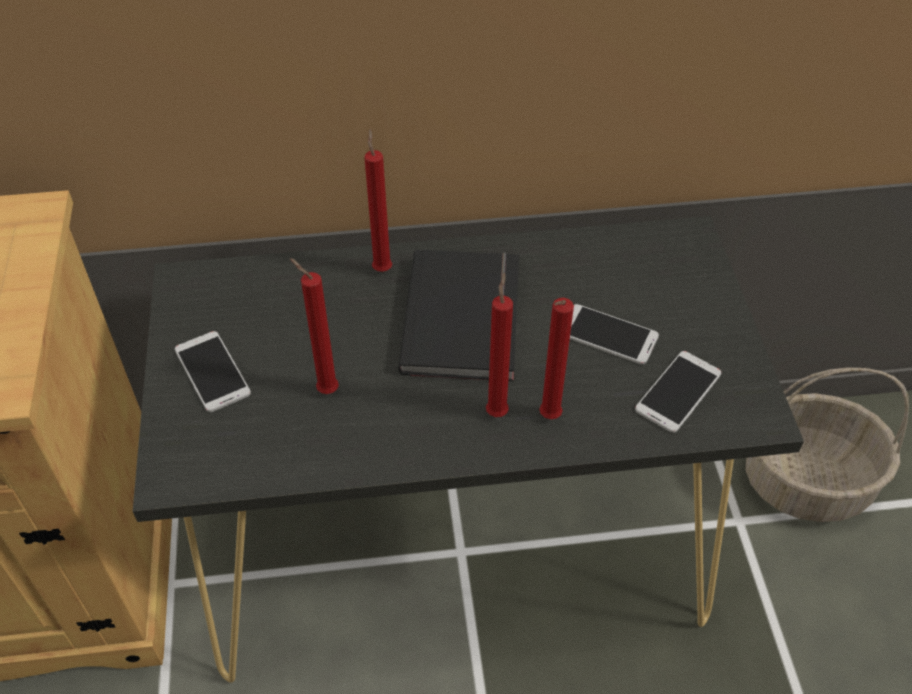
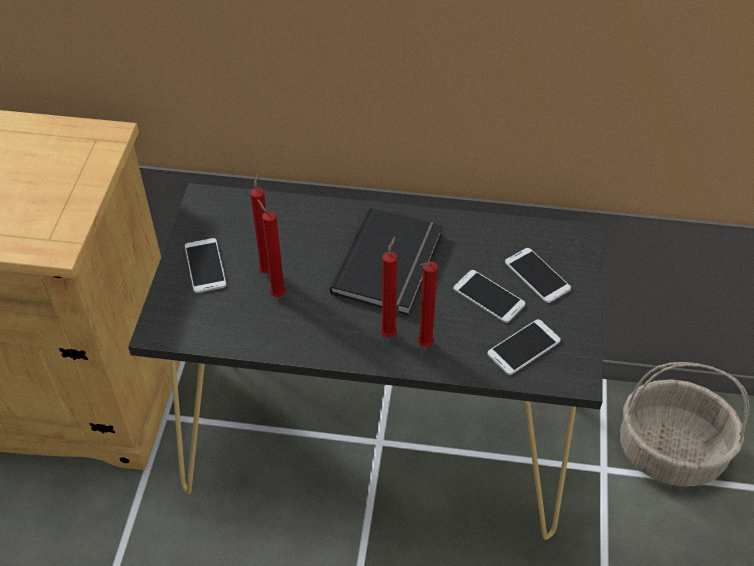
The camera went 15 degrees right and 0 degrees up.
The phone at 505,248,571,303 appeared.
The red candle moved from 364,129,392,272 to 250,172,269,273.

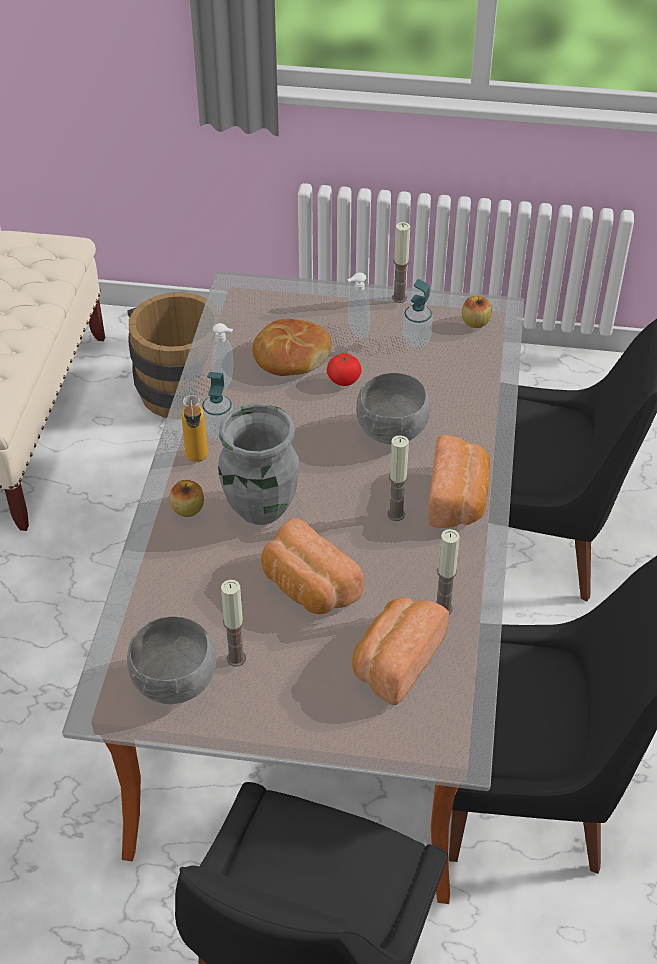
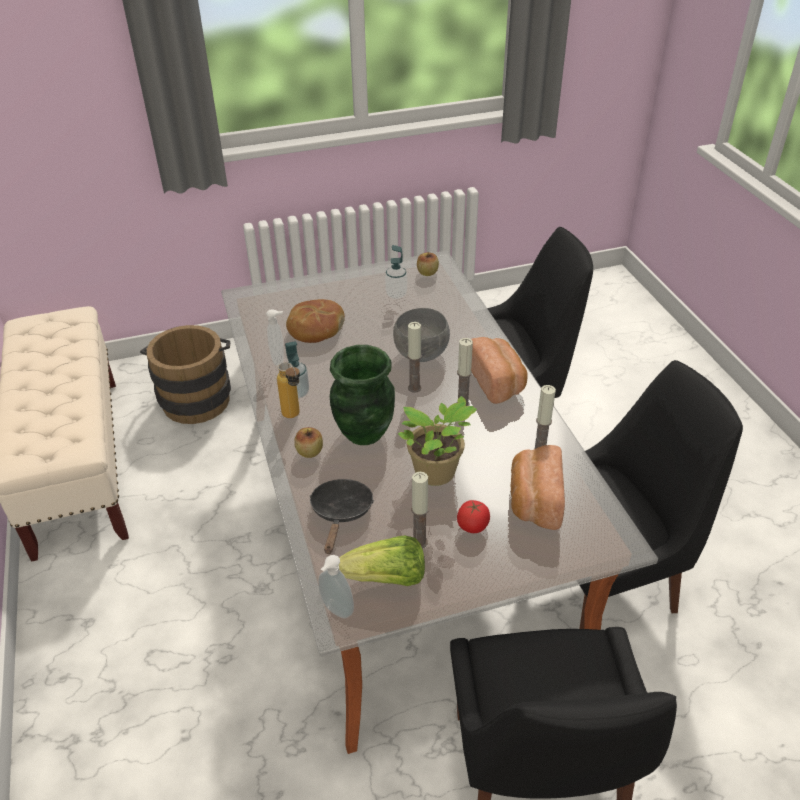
The camera went 25 degrees left and 5 degrees down.
The black frying pan at 310,479,374,554 appeared.
The tomato moved from 327,353,362,386 to 457,500,490,533.
The soap dispenser moved from 347,273,370,339 to 318,555,354,618.
The candle moved from 392,222,410,303 to 408,322,422,393.
The grey bowl at 127,616,216,704 was replaced by the lettuce at 339,535,425,586.
The bread at 262,518,364,614 was replaced by the potted plant at 398,396,477,486.
The grey vase at 218,403,299,525 became the green vase at 330,345,395,445.

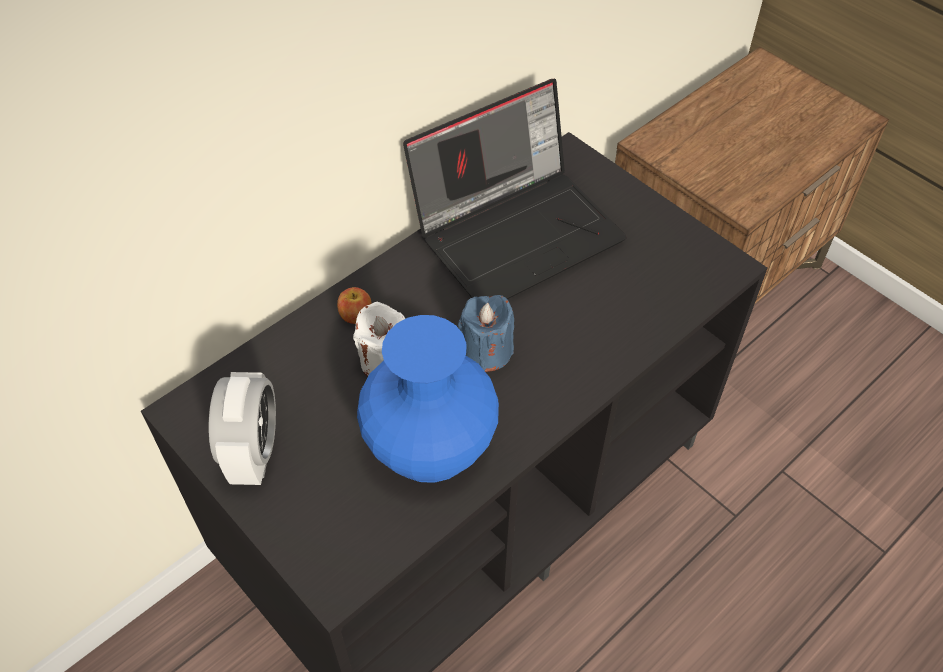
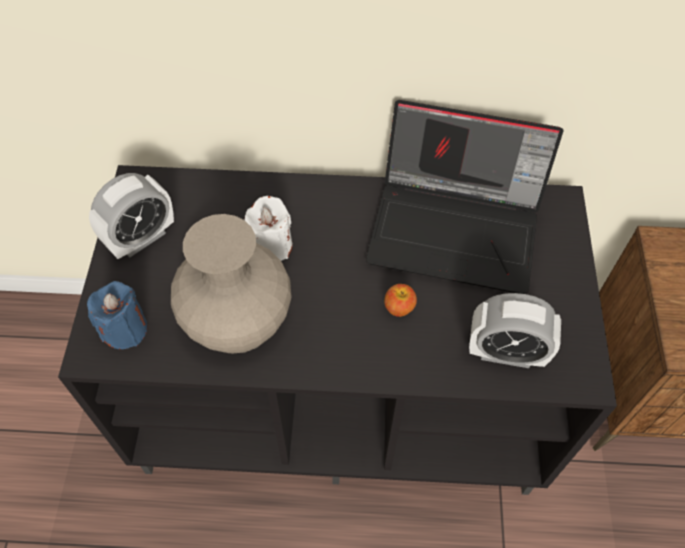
The camera went 45 degrees right and 5 degrees up.
The alarm clock at 469,293,561,368 appeared.
The apple moved from 337,287,372,324 to 384,284,417,317.
The blue candle moved from 458,295,514,372 to 87,281,147,349.
The blue vase at 357,315,499,483 became the beige vase at 171,214,292,354.

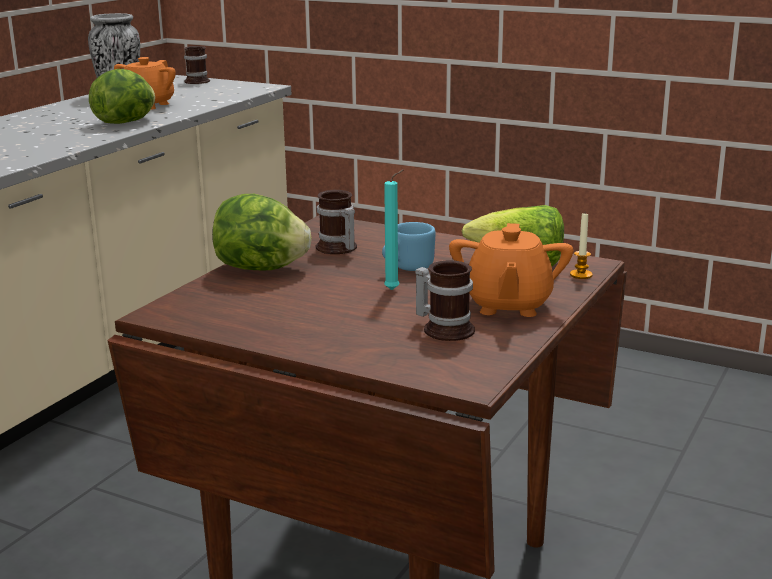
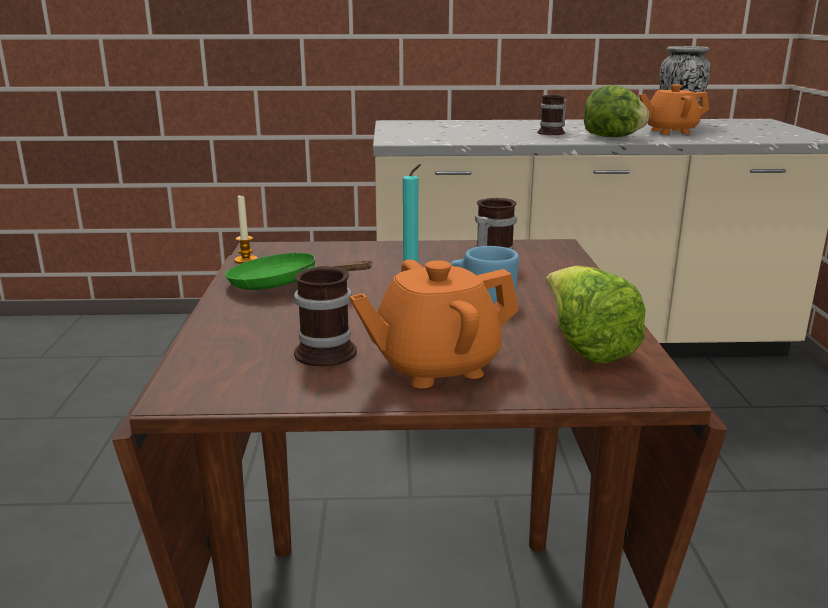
The camera went 60 degrees right and 0 degrees up.
The lettuce at 212,194,312,271 disappeared.
The green frying pan at 225,252,373,290 appeared.
The mug moved from 184,46,210,84 to 537,95,567,135.
The candle moved from 570,213,593,279 to 234,195,258,264.

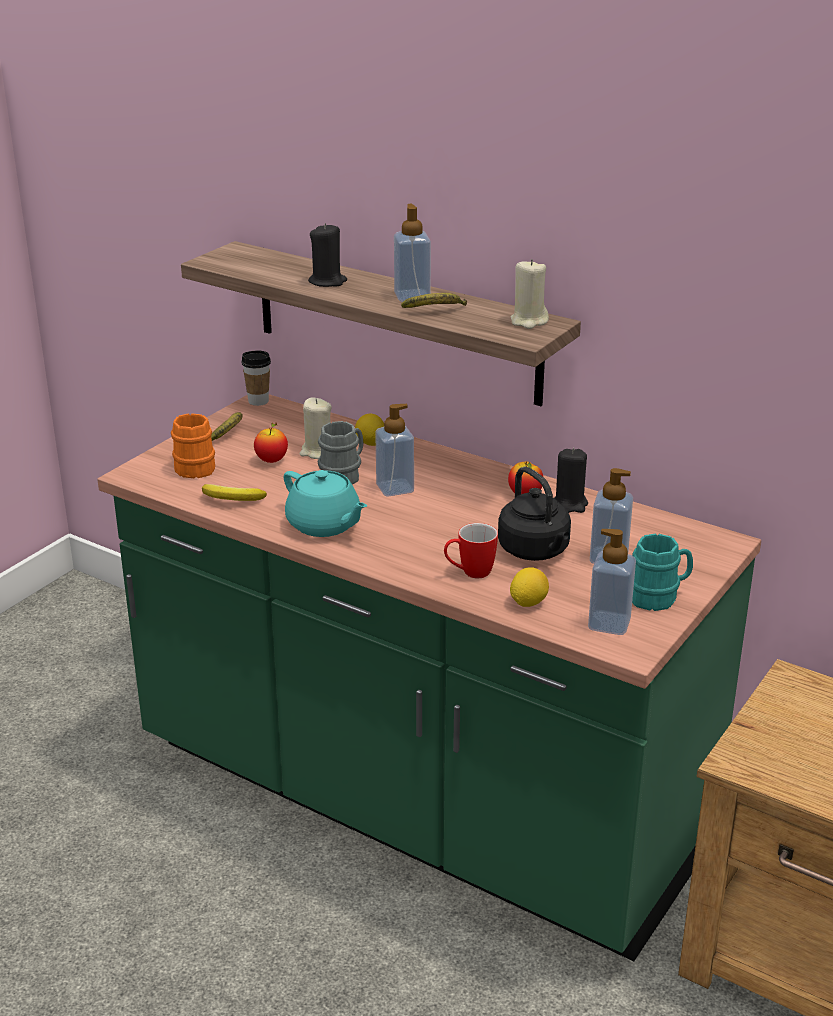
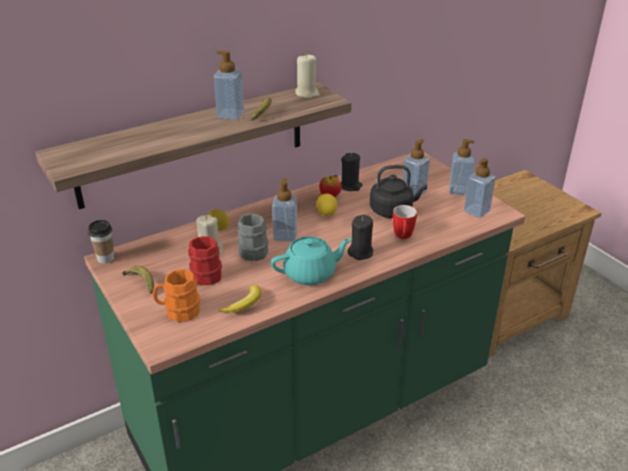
The camera went 65 degrees left and 5 degrees up.
The black candle moved from 308,223,347,287 to 347,215,373,260.
The lemon moved from 510,567,549,607 to 316,193,337,216.
The apple at 254,423,288,463 was replaced by the red mug at 188,236,222,285.
The turquoise mug at 632,534,693,611 was replaced by the soap dispenser at 449,139,475,196.

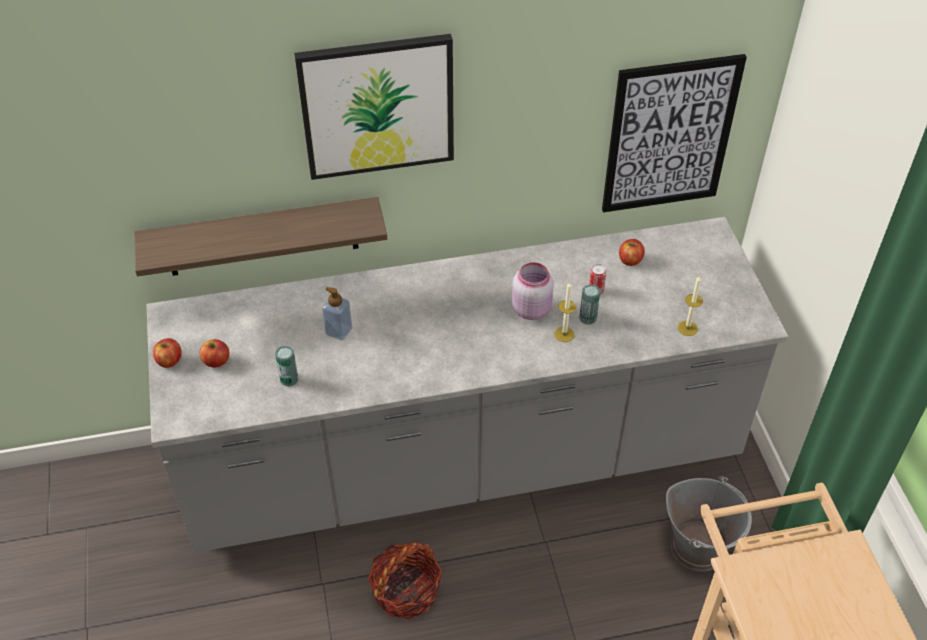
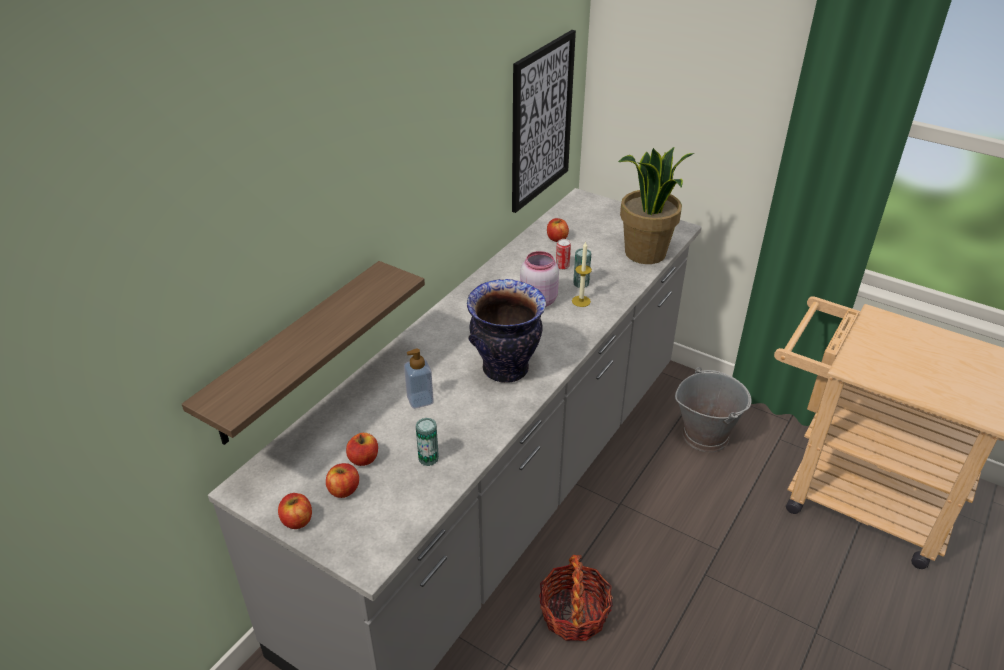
The camera went 45 degrees left and 10 degrees down.
The picture at 294,34,454,180 disappeared.
The apple at 346,433,378,466 appeared.
The vase at 467,279,546,383 appeared.
The candle at 678,276,703,336 was replaced by the potted plant at 618,147,694,264.

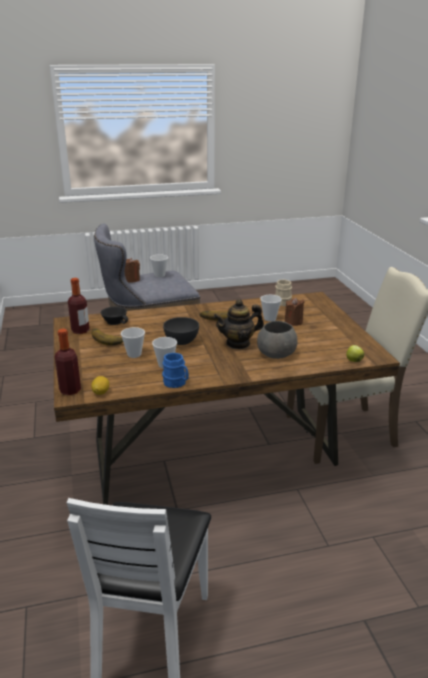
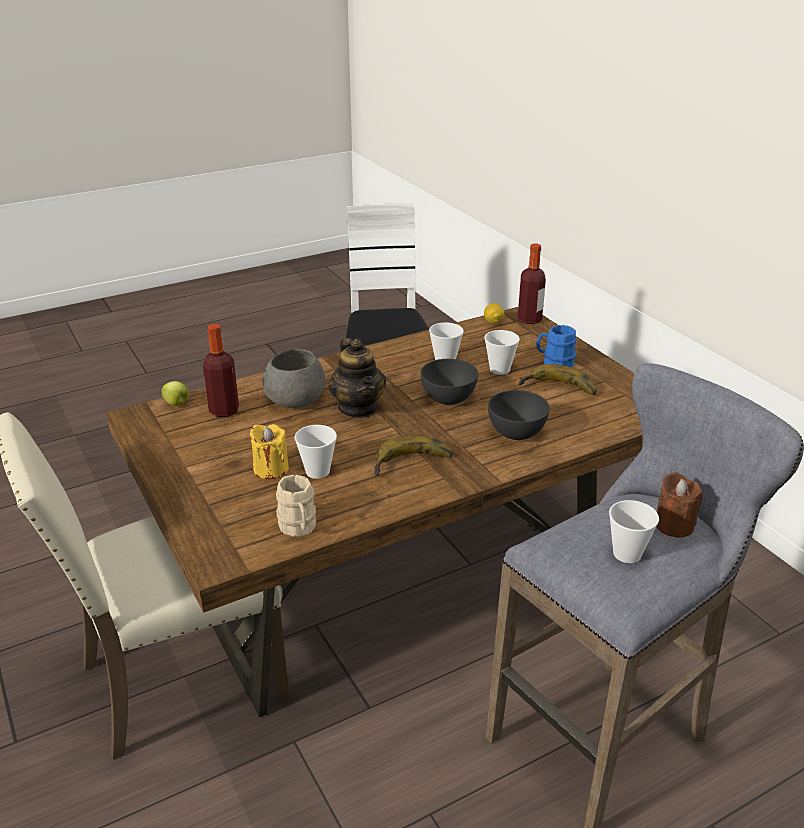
The camera went 165 degrees right and 5 degrees up.
The black cup at 101,306,128,325 disappeared.
The grey bowl at 488,390,550,440 appeared.
The bottle moved from 68,278,90,334 to 203,324,239,417.
The blue mug moved from 162,353,189,388 to 536,325,577,368.
The brown candle at 285,298,304,326 became the yellow candle at 249,424,289,479.
The teapot at 214,299,264,349 turned 105 degrees clockwise.

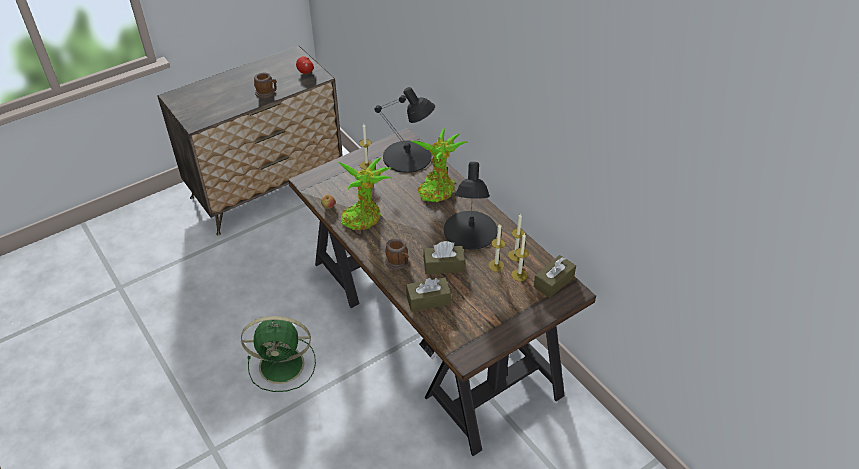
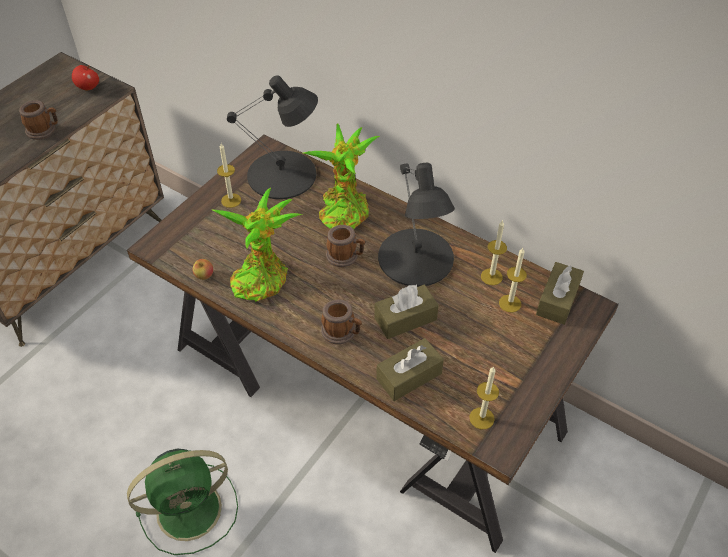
The camera went 20 degrees left and 5 degrees up.
The mug at 326,225,365,267 appeared.
The candle moved from 488,224,505,272 to 469,366,499,429.

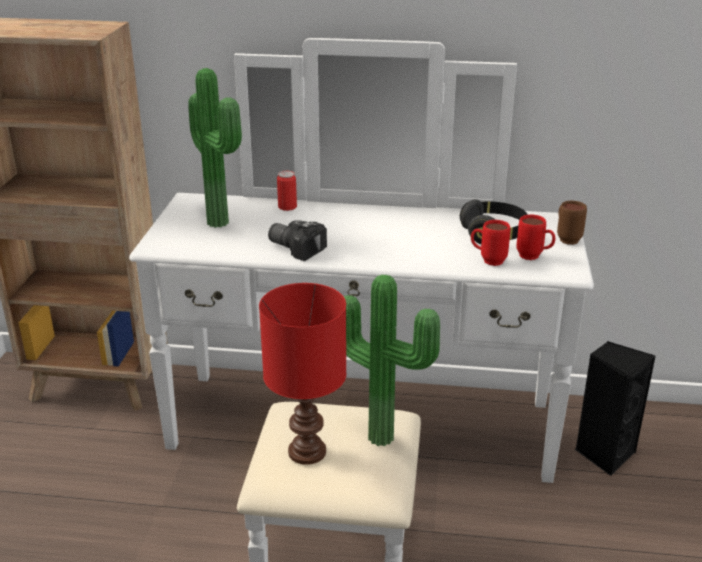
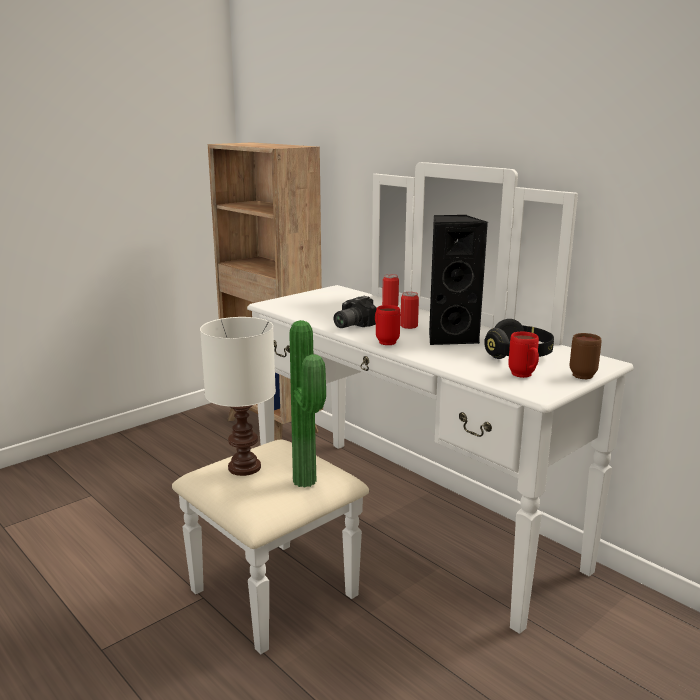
The camera went 40 degrees right and 10 degrees down.
The potted plant at 188,68,242,228 disappeared.
The can at 400,292,419,329 appeared.
The red mug moved from 471,220,510,266 to 375,305,400,345.
The black speaker moved from 575,341,655,476 to 429,215,488,345.
The red table lamp at 259,283,346,465 became the white table lamp at 200,317,276,476.
The photo camera at 268,220,327,261 turned 120 degrees counterclockwise.

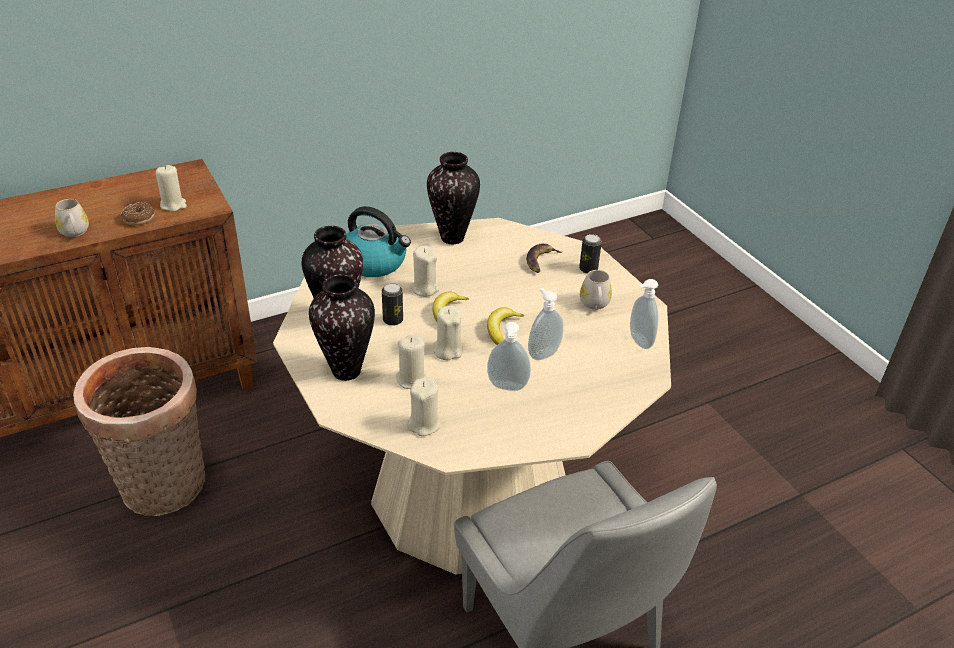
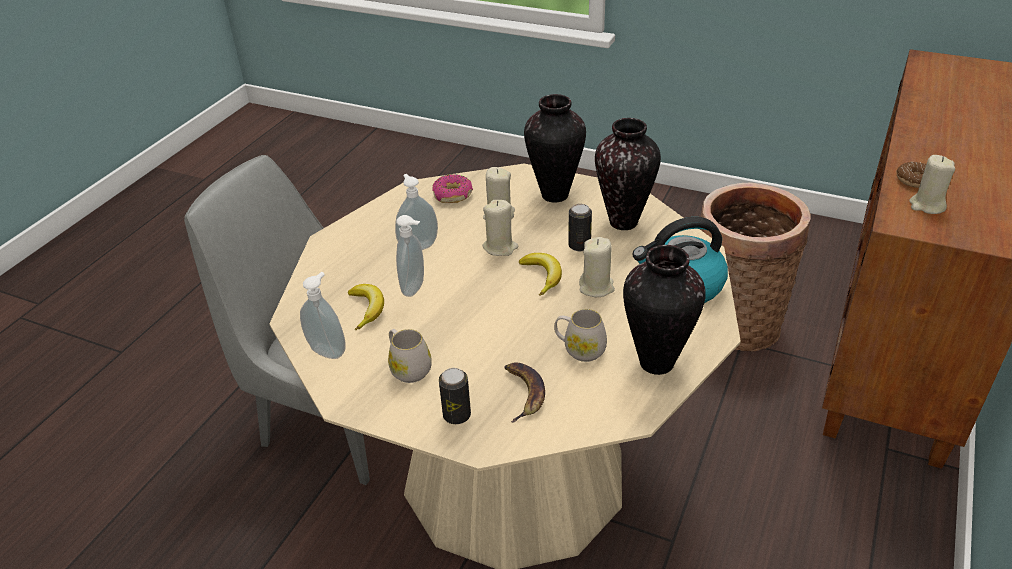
The camera went 145 degrees right and 0 degrees up.
The white mug moved from 55,199,89,237 to 554,309,607,362.
The banana moved from 487,307,524,345 to 347,284,384,330.
The beige candle at 406,377,441,436 was replaced by the donut at 432,174,473,203.

